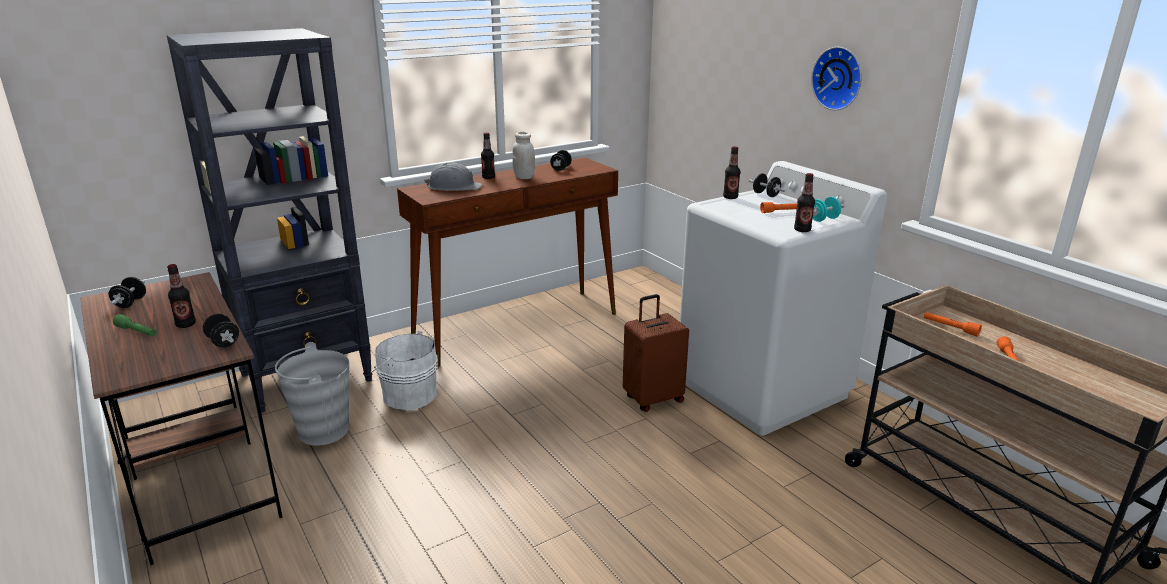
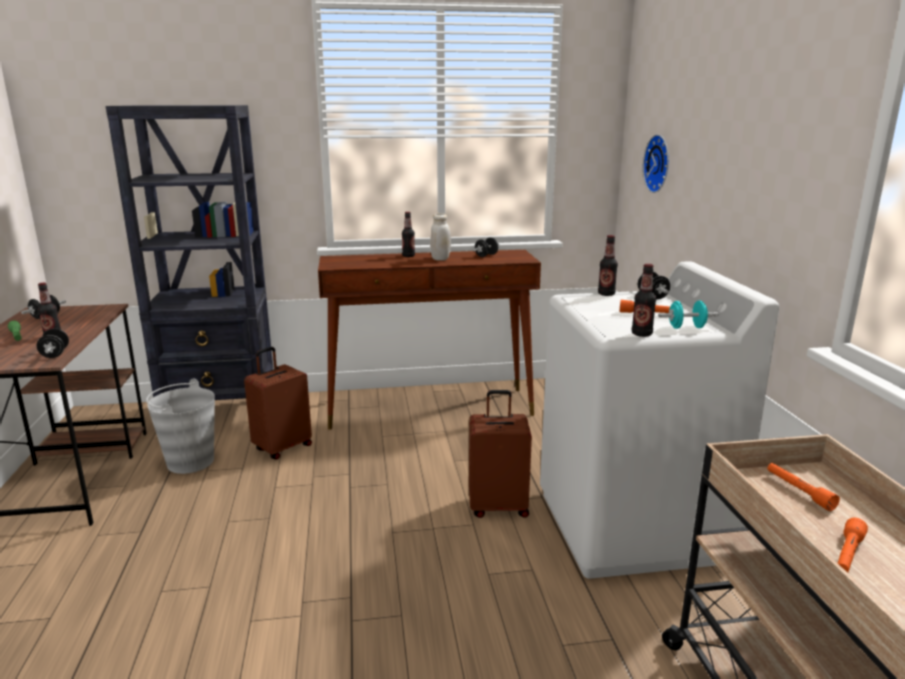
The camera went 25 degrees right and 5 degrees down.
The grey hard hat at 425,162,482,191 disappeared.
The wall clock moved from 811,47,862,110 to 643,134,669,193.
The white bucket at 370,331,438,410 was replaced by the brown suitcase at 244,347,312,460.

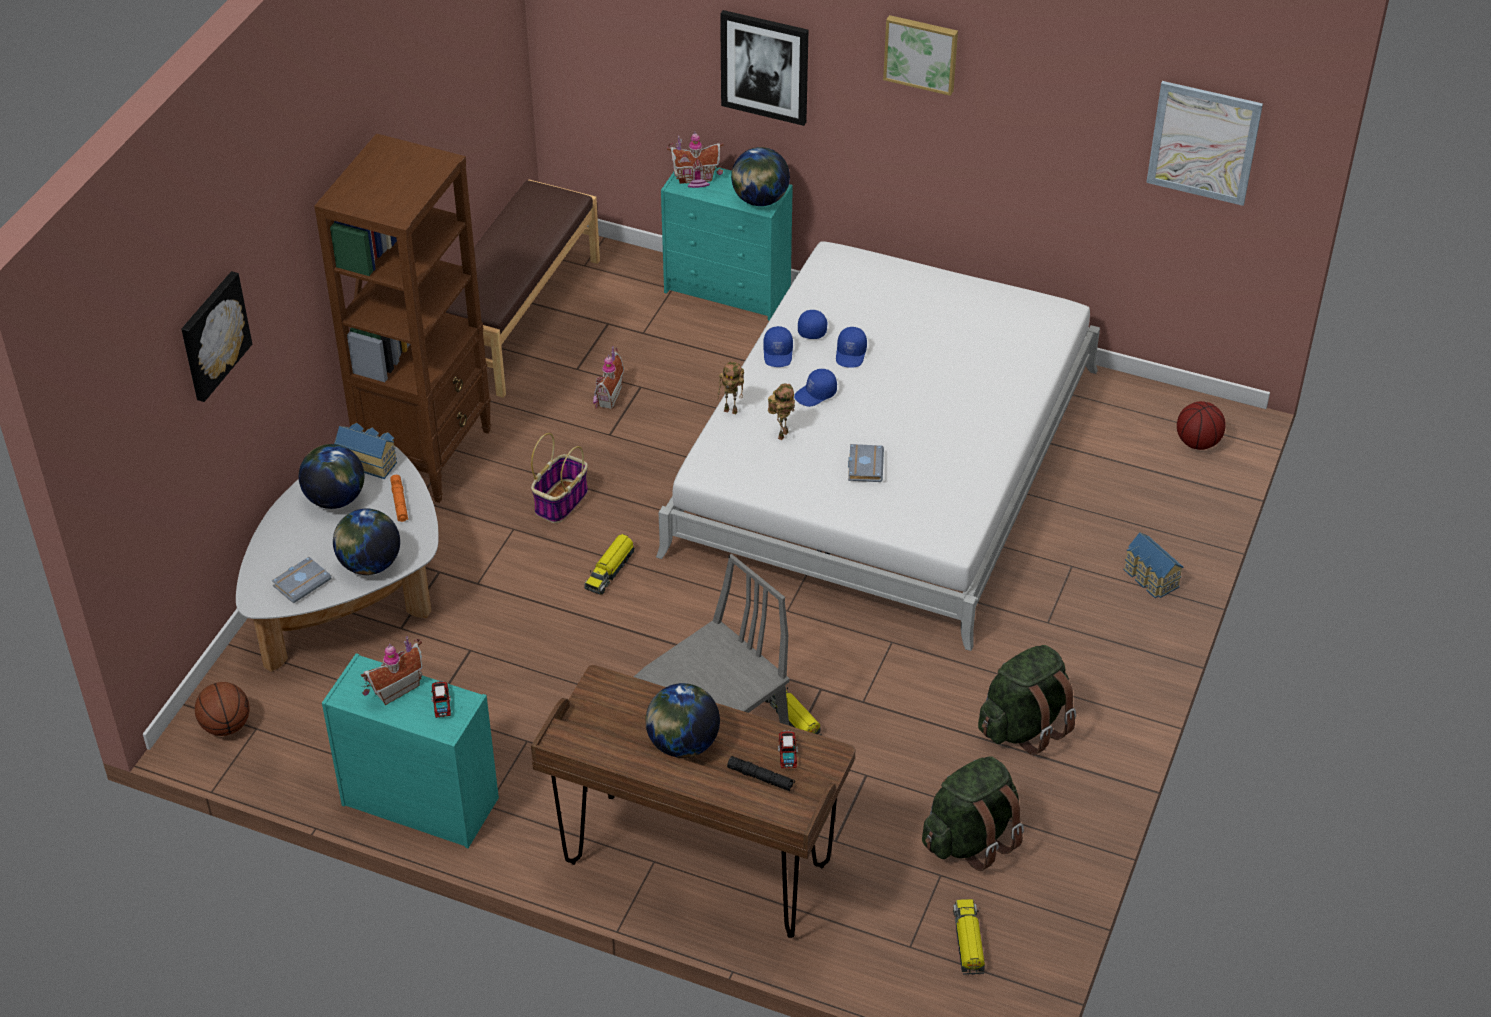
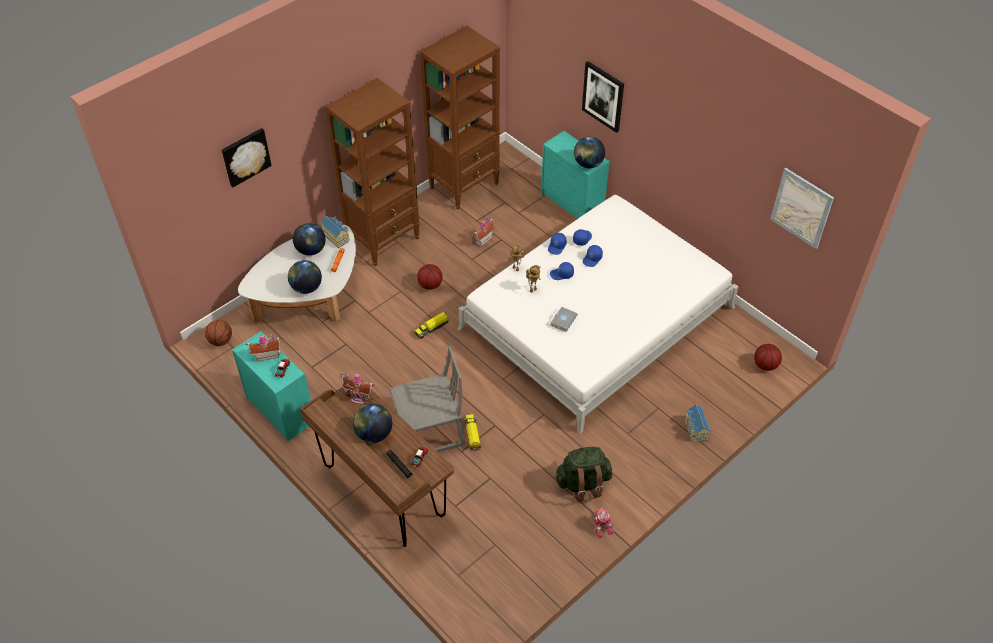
The camera went 25 degrees right and 5 degrees up.
The grey book at 272,557,331,604 disappeared.
The picture at 883,15,958,96 disappeared.
The green backpack at 922,756,1024,871 disappeared.
The toy truck at 953,899,985,975 disappeared.
The toy robot at 593,507,614,538 appeared.
The toy house moved from 667,132,724,188 to 340,372,375,404.
The brown bench at 445,179,600,398 was replaced by the brown bookcase at 420,26,500,209.
The basket at 531,433,588,523 was replaced by the basketball at 417,264,443,290.

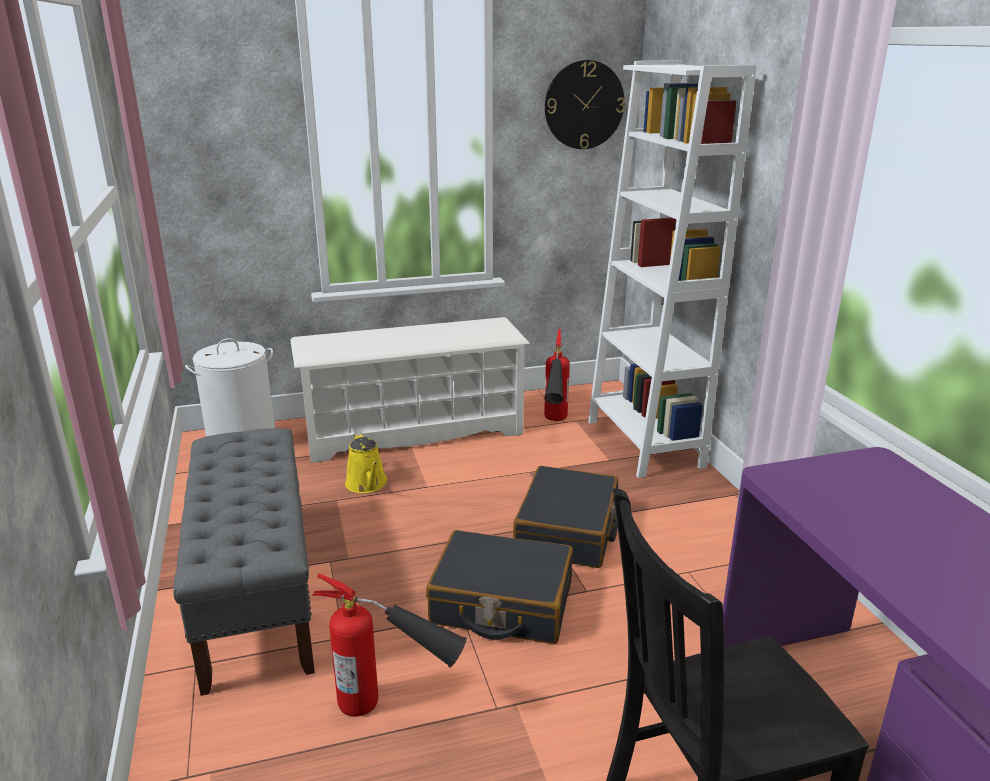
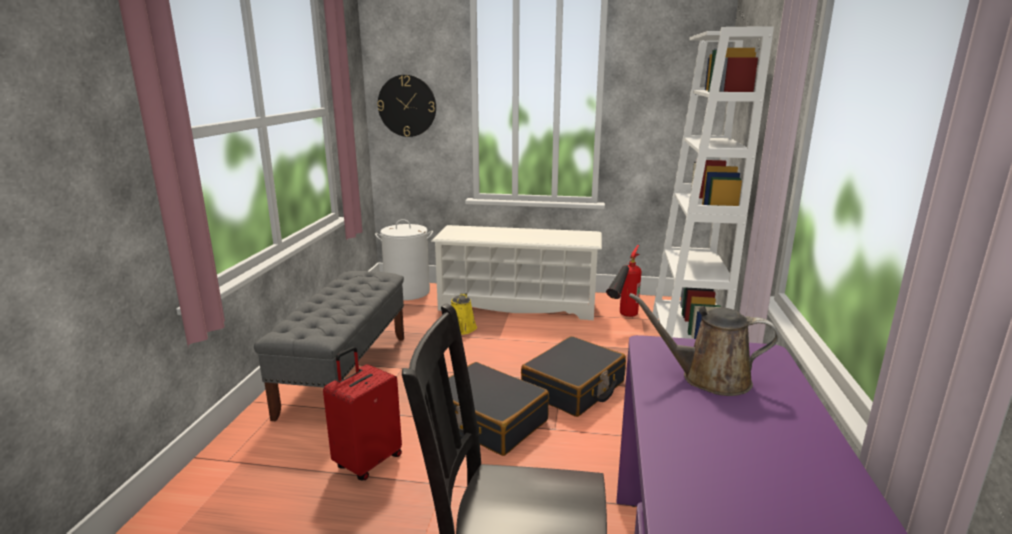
The camera went 25 degrees right and 5 degrees down.
The brown watering can at 629,293,778,396 appeared.
The wall clock moved from 545,60,625,149 to 377,75,436,137.
The fire extinguisher at 312,573,467,717 was replaced by the red suitcase at 323,347,402,481.

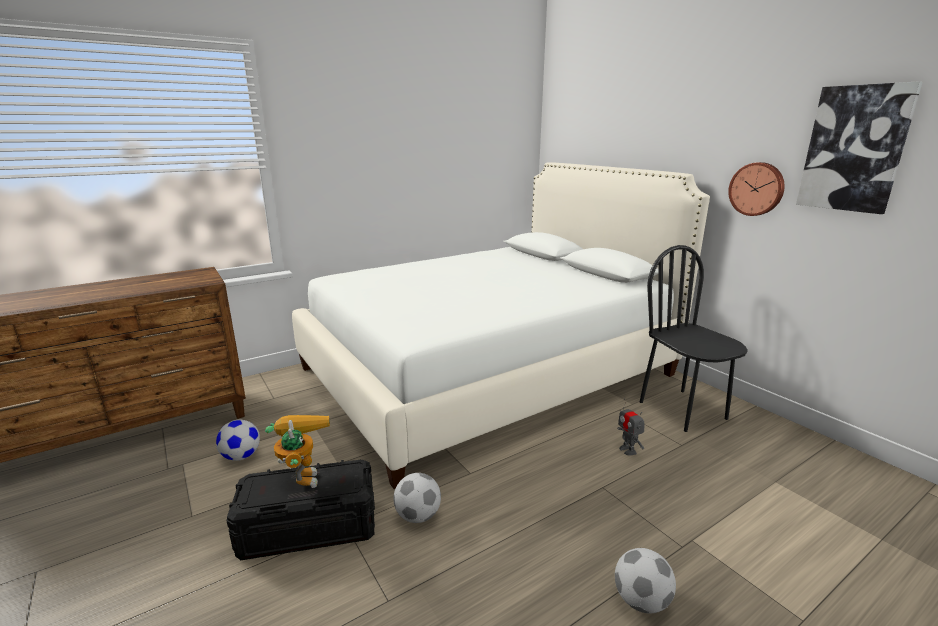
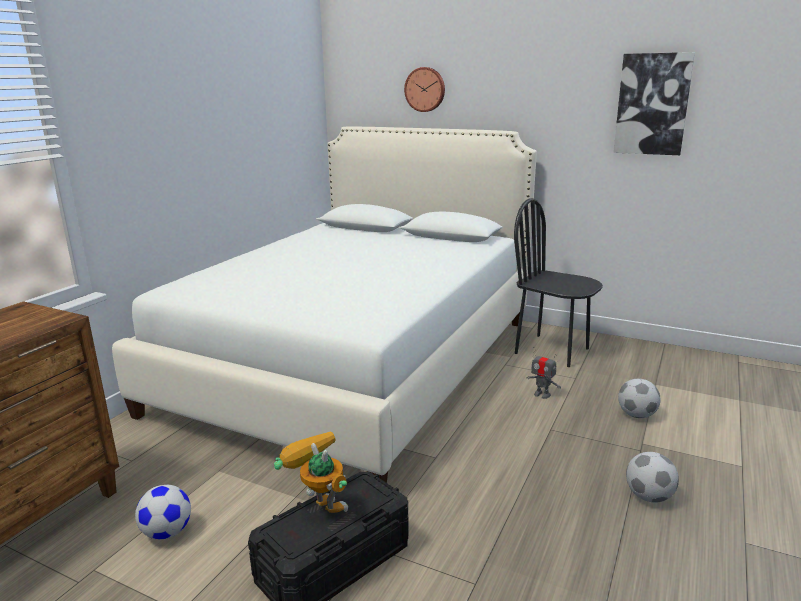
The camera went 30 degrees left and 0 degrees up.
The football moved from 394,473,441,523 to 618,378,661,418.
The wall clock moved from 728,162,785,216 to 404,67,445,112.

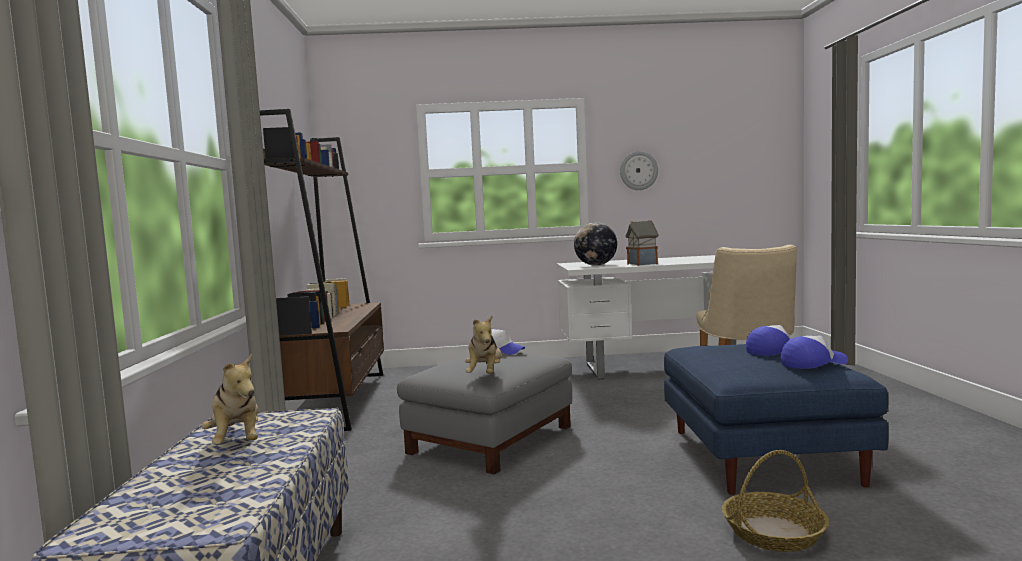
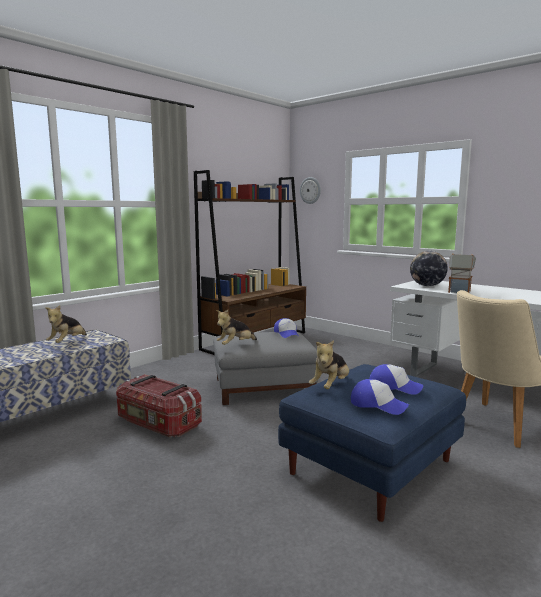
The camera went 45 degrees right and 5 degrees up.
The basket at 722,450,829,552 disappeared.
The storage box at 116,374,202,438 appeared.
The plush toy at 309,340,349,389 appeared.
The wall clock moved from 620,151,658,190 to 300,177,321,204.

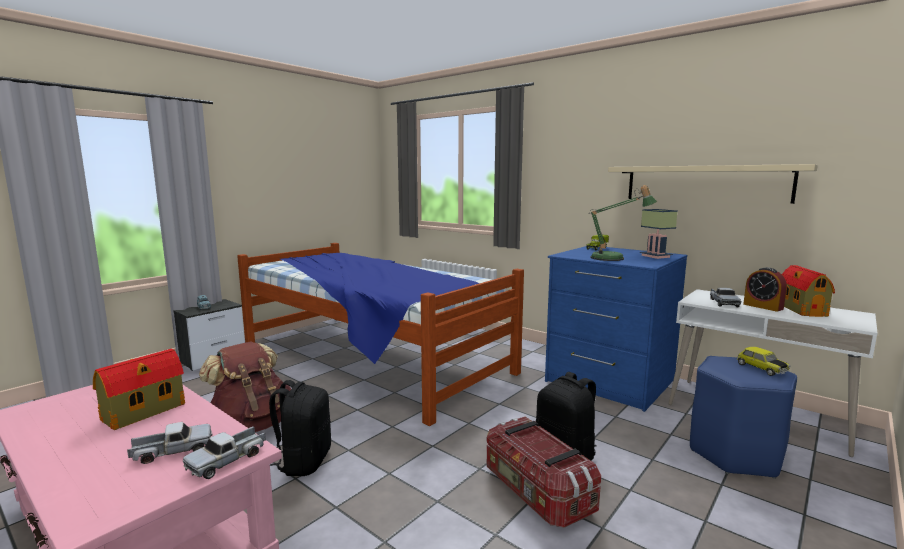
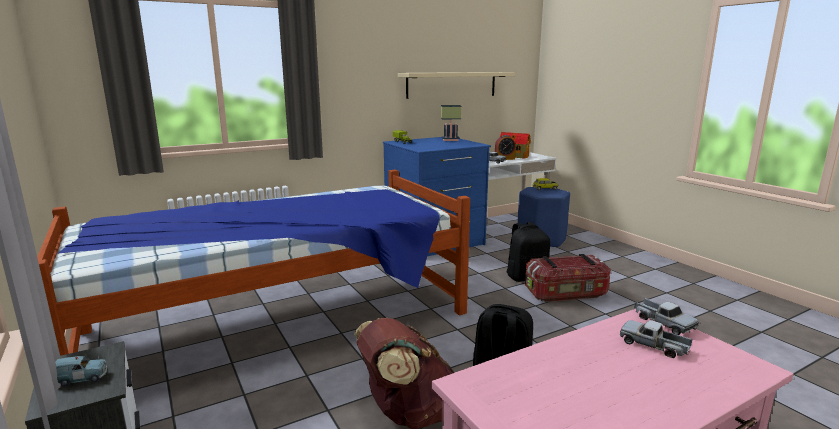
The camera went 70 degrees left and 5 degrees up.
The toy house at 93,349,185,430 disappeared.
The table lamp at 589,185,657,261 disappeared.
The toy truck at 127,422,212,464 turned 45 degrees counterclockwise.

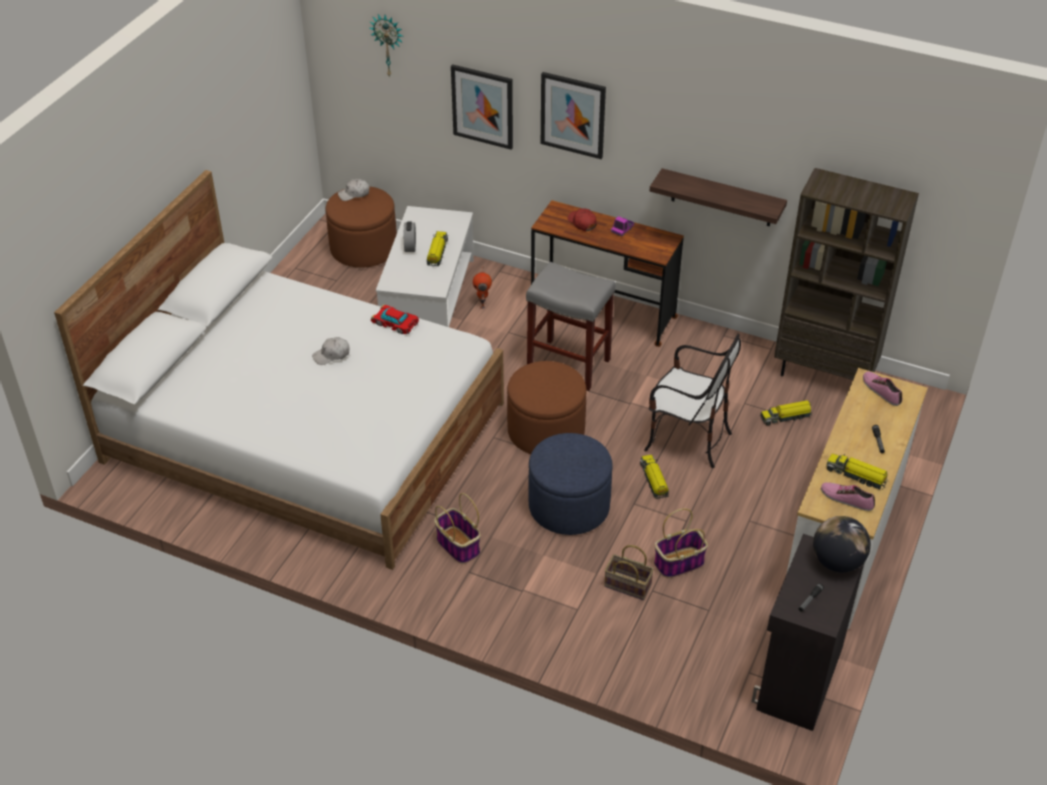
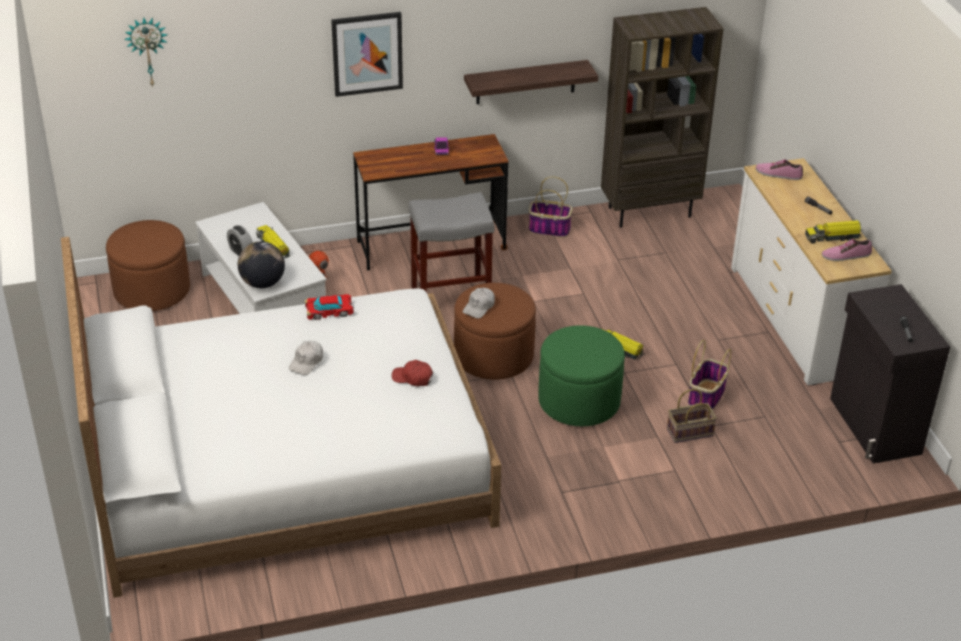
The camera went 40 degrees left and 5 degrees down.
The picture at 451,64,513,149 disappeared.
The chair at 644,333,741,468 disappeared.
The toy truck at 760,400,812,426 disappeared.
The white cap moved from 338,179,369,201 to 463,288,495,319.
The basket moved from 435,493,481,564 to 529,176,573,237.
The red cap moved from 567,208,597,231 to 392,360,433,386.
The globe moved from 813,516,871,572 to 238,241,285,288.
The blue ottoman at 528,433,613,535 became the green ottoman at 538,325,625,426.

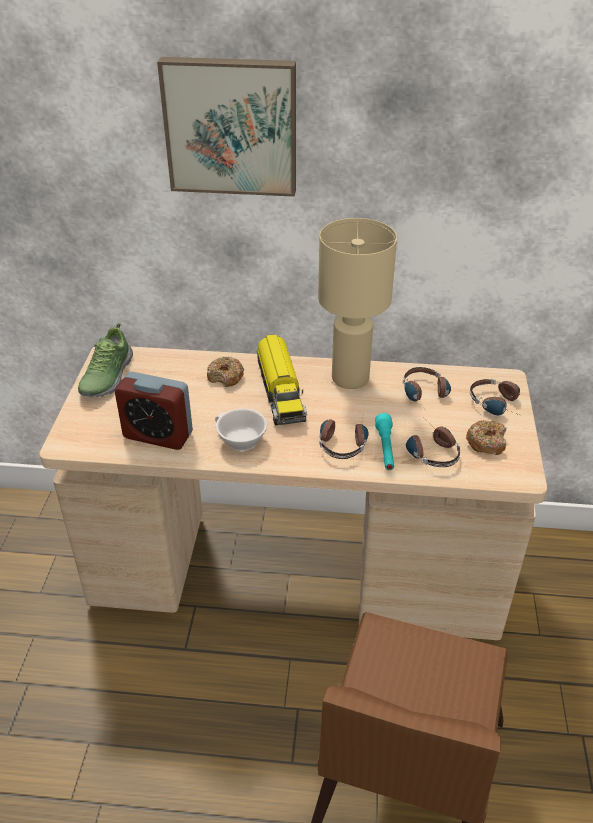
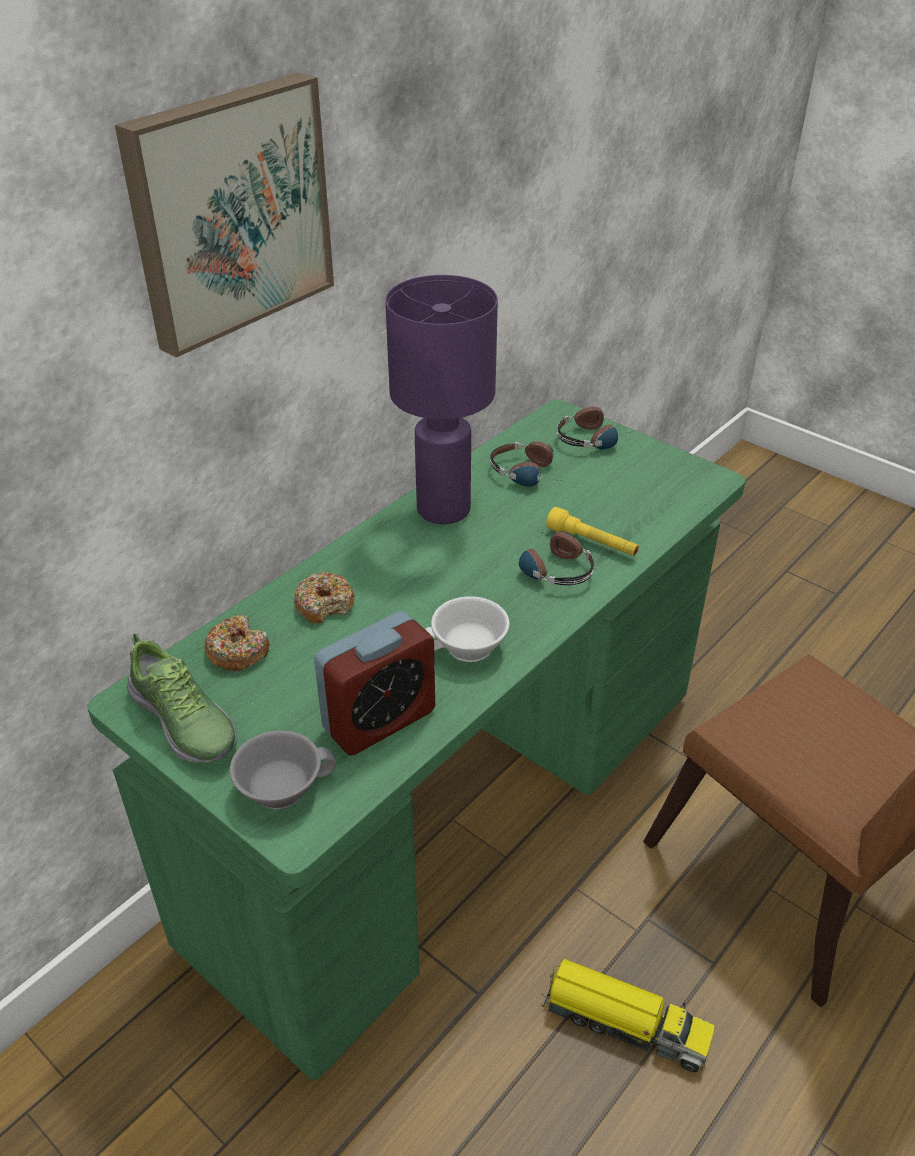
The camera went 55 degrees left and 0 degrees up.
The headphones at 406,420,460,467 disappeared.
The grey cup at 230,730,336,810 appeared.
The toy truck moved from 257,334,307,426 to 542,959,715,1072.
The donut moved from 466,420,507,455 to 204,615,270,671.
The beige desk at 39,346,547,640 became the green desk at 87,399,745,1080.
The beige table lamp at 318,218,397,389 became the purple table lamp at 385,275,498,524.
The turquoise flashlight at 375,413,394,470 became the yellow flashlight at 546,507,639,556.

